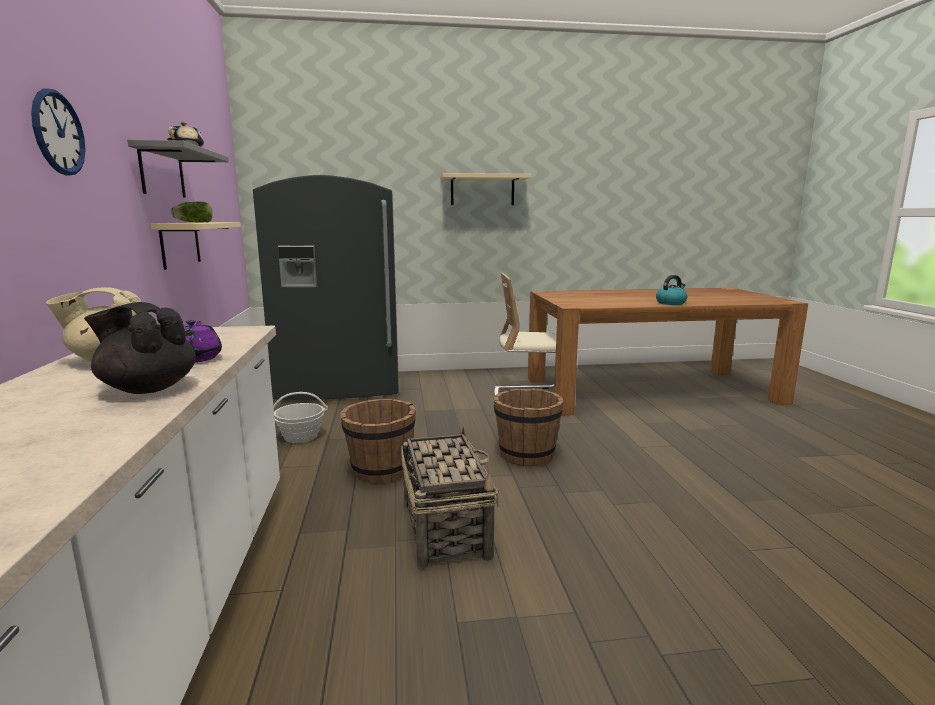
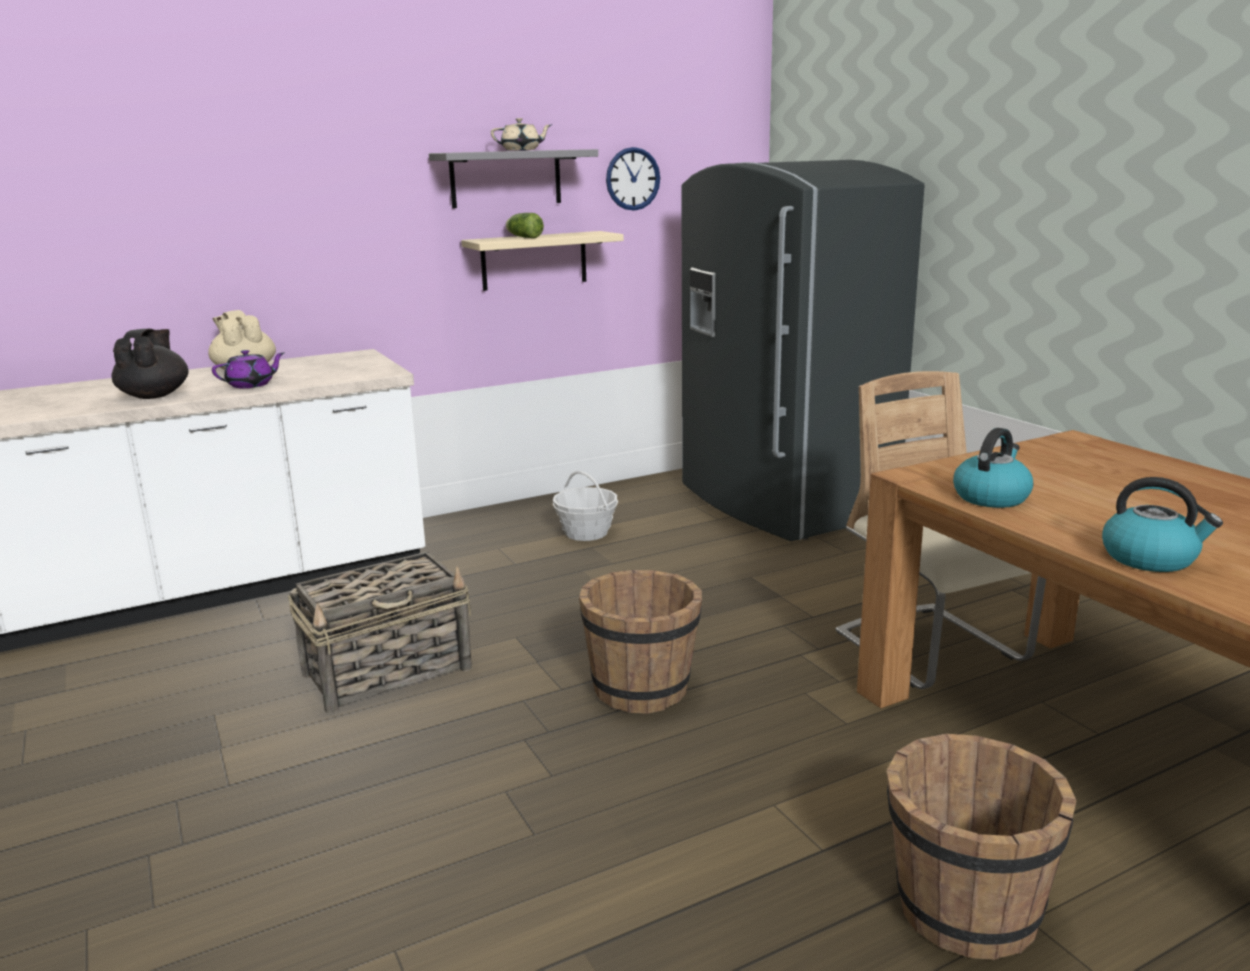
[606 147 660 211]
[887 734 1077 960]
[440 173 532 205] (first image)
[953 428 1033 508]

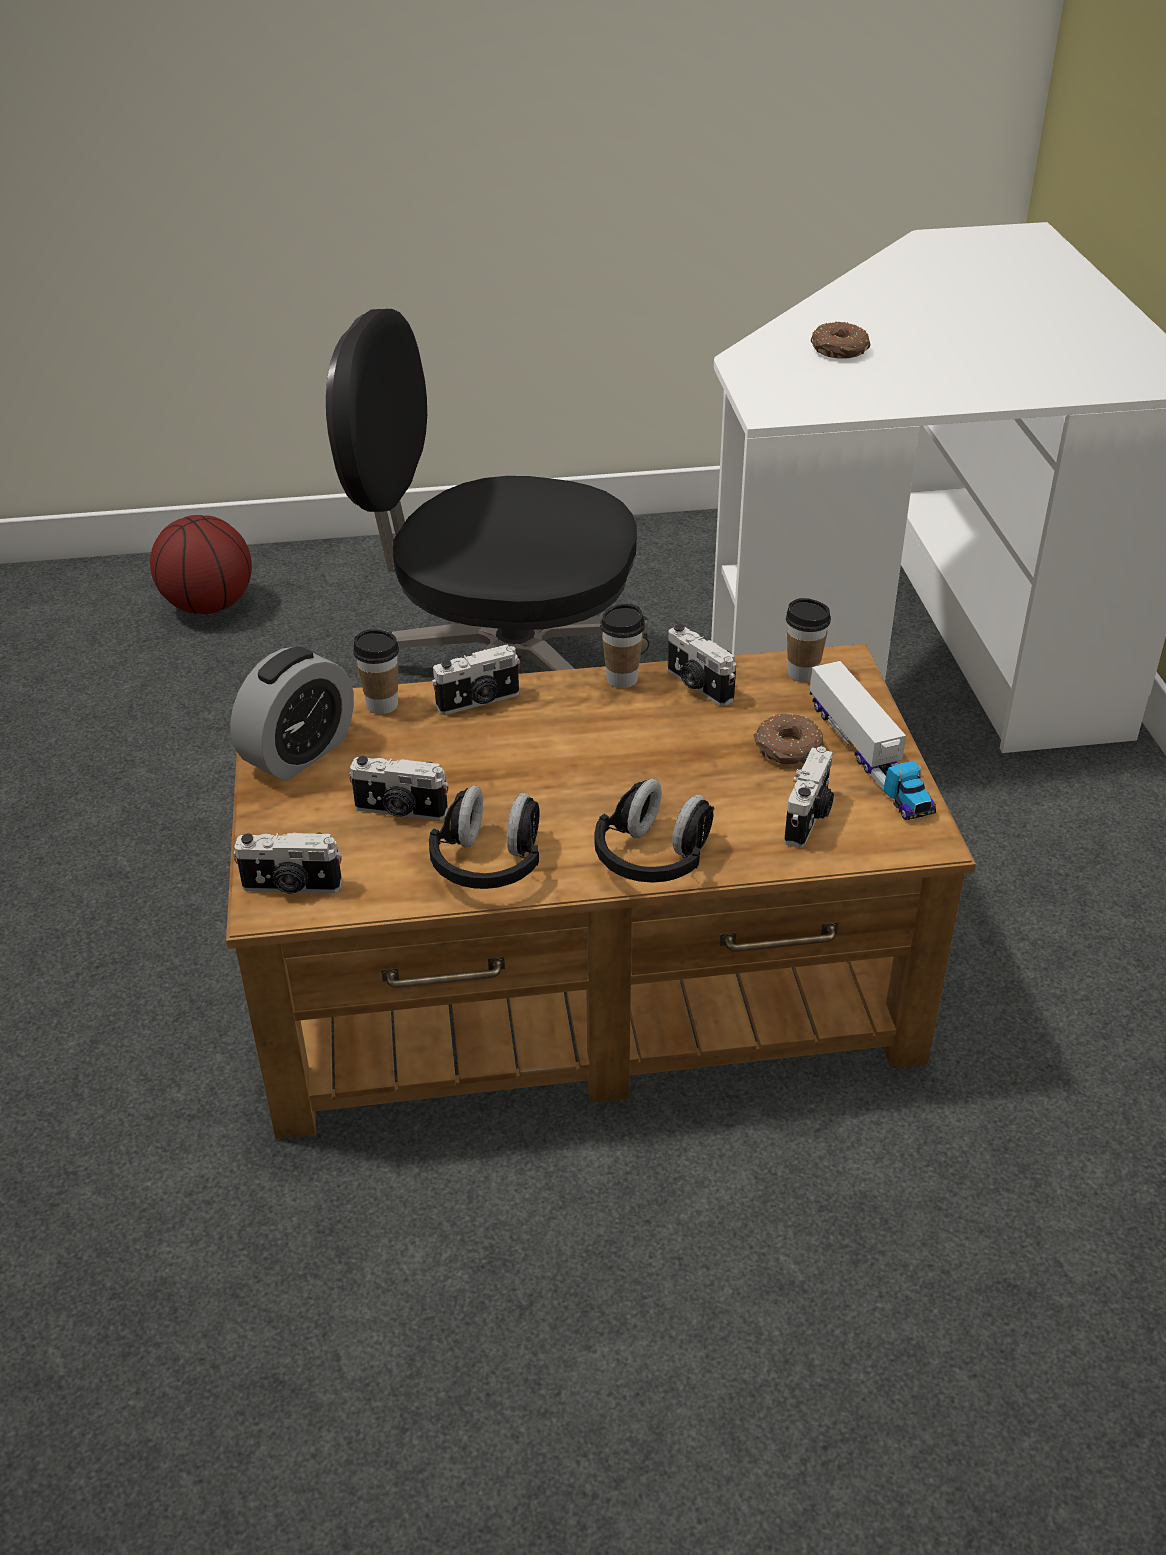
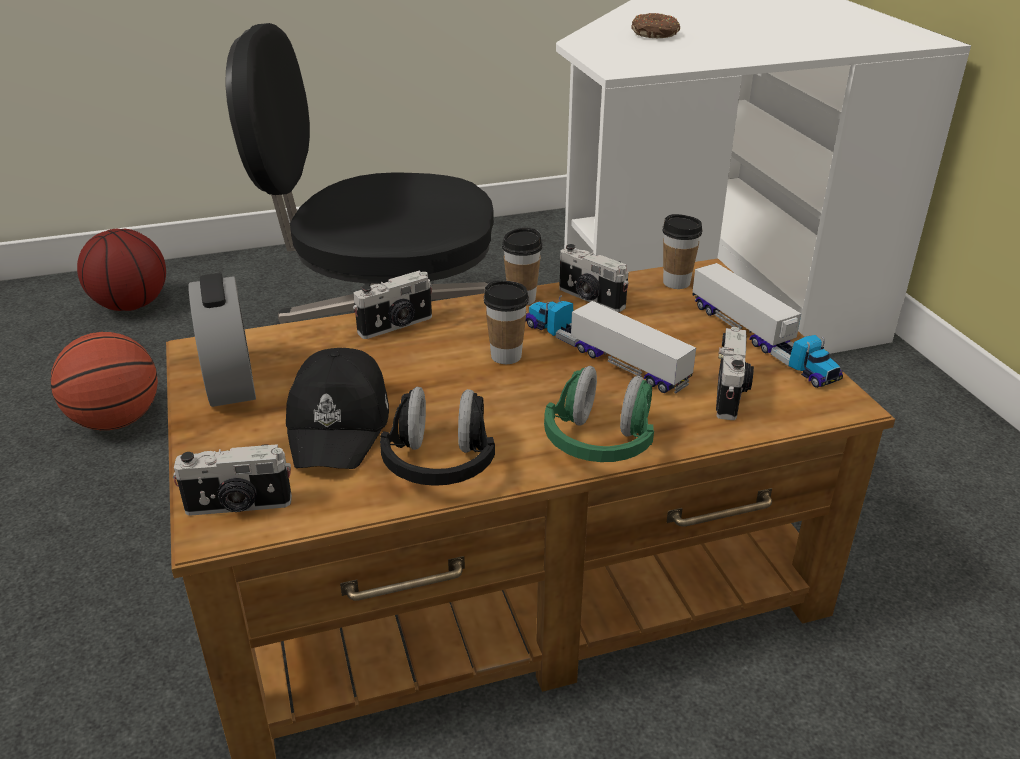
[189 273 256 407]
[286 348 389 469]
[484 281 529 364]
[544 366 654 462]
[753 713 824 765] (first image)
[51 332 158 430]
[525 295 696 394]

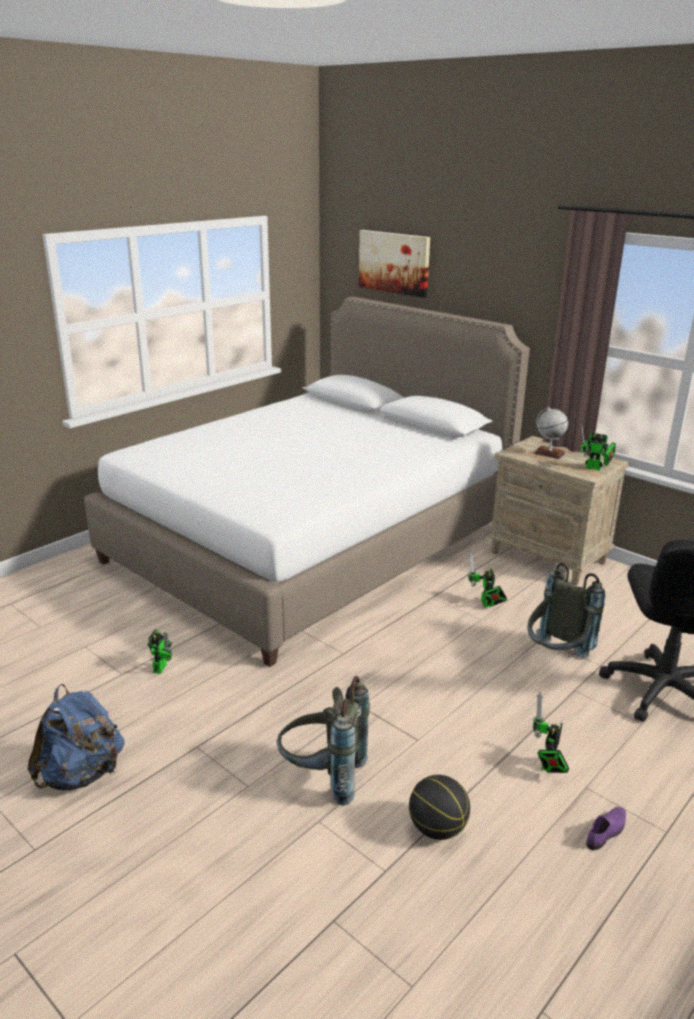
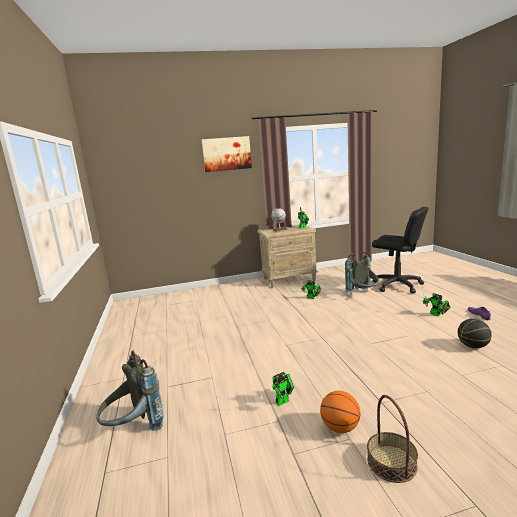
[367 395 418 483]
[84 297 530 667] (first image)
[272 372 294 406]
[96 351 164 431]
[201 136 252 172]
[320 391 360 433]

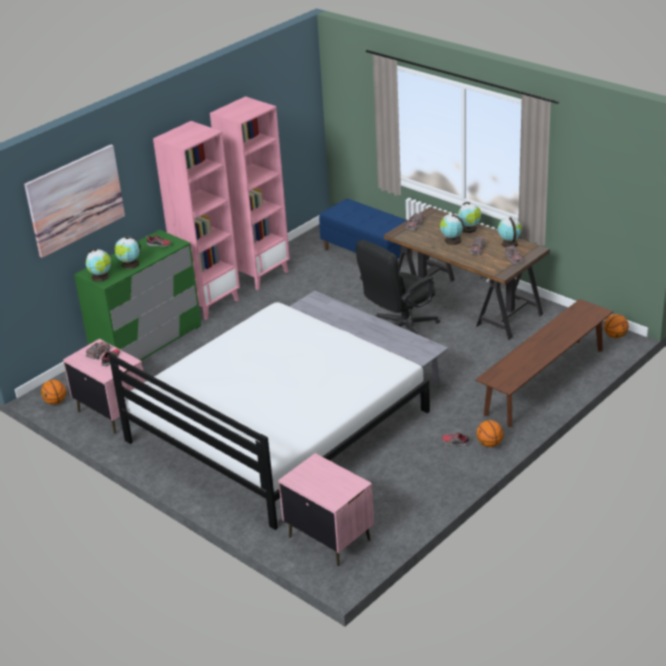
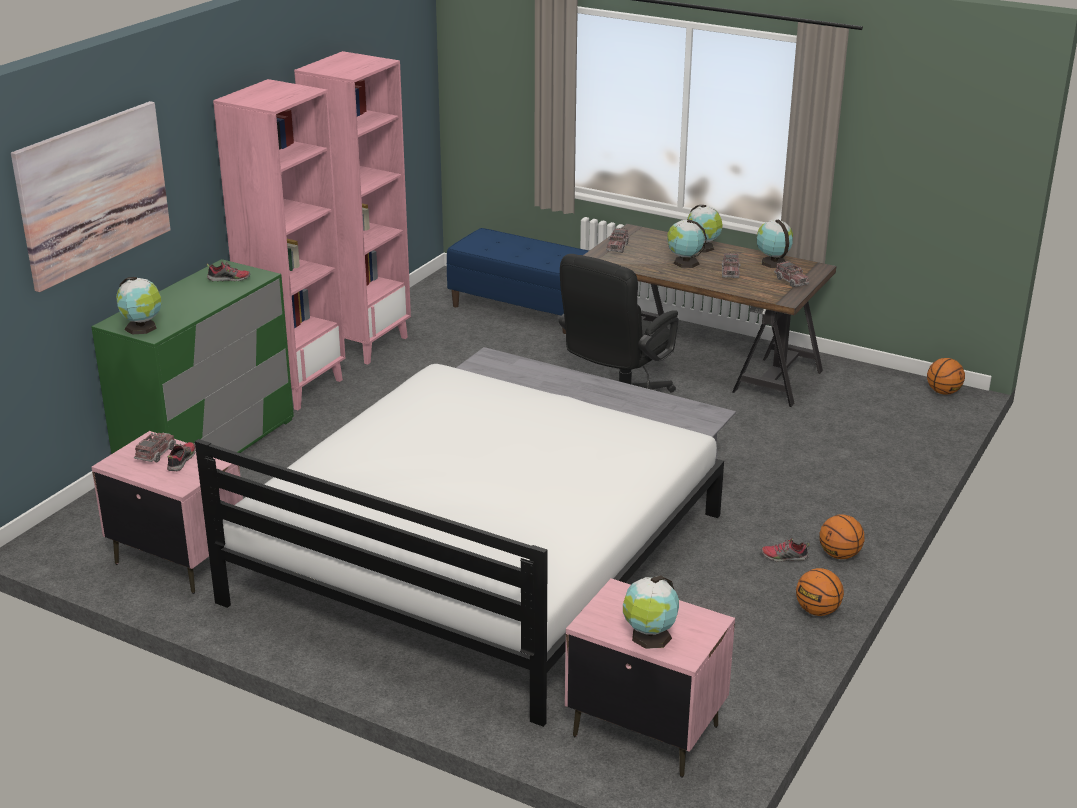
[796 568 844 616]
[623 576 679 649]
[475 299 613 427] (first image)

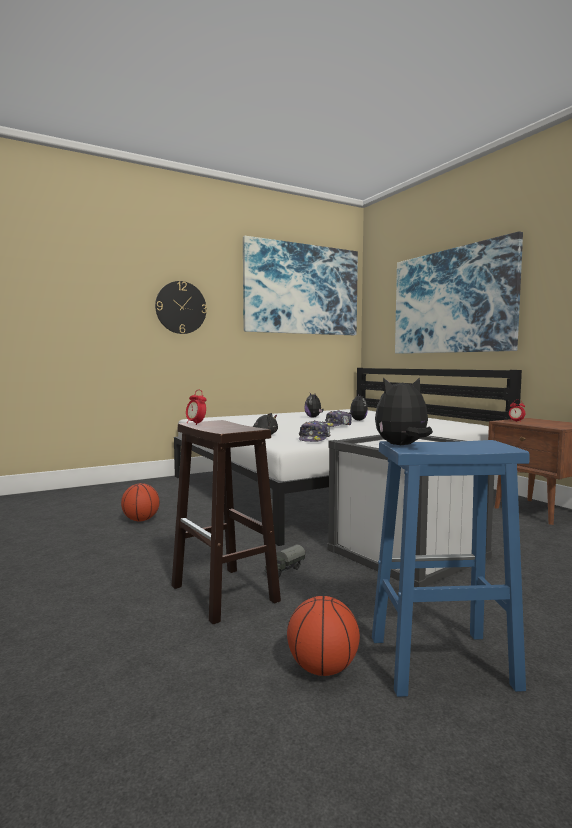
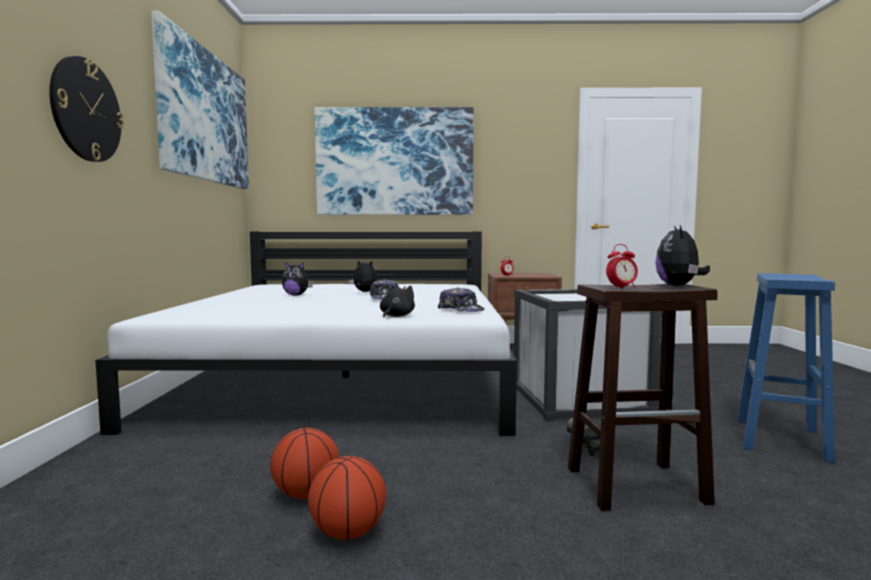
[308 456 386 540]
[655 225 710 286]

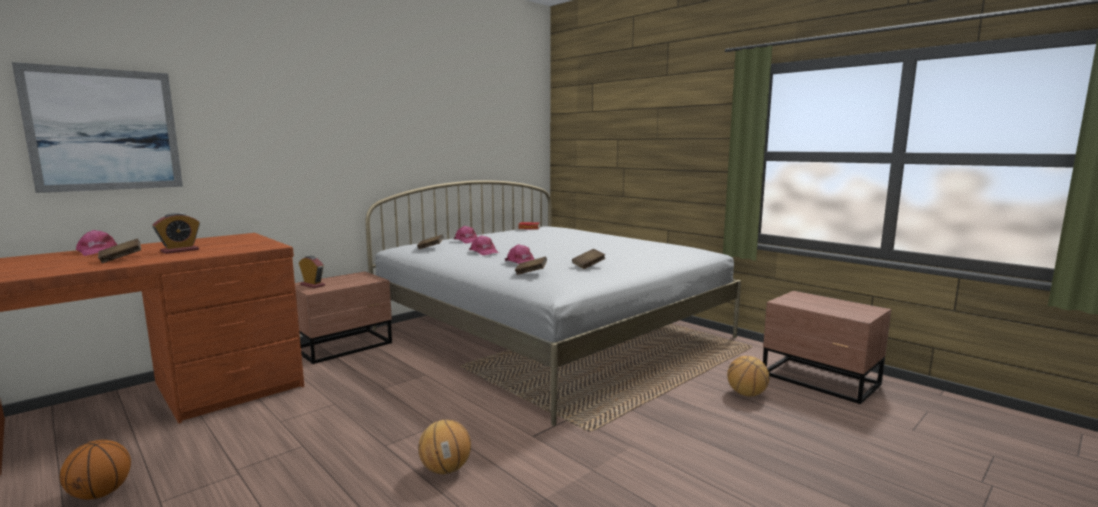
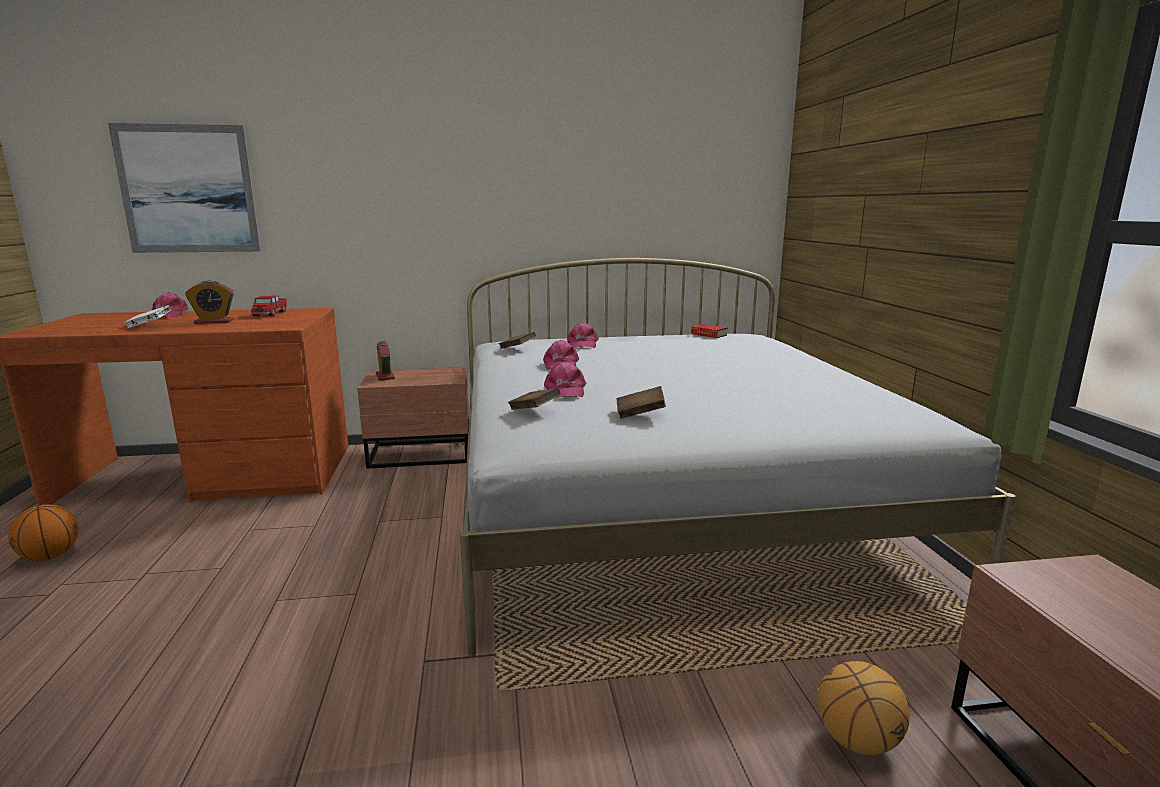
[124 305 172 328]
[418 420 471 474] (first image)
[251 296 288 316]

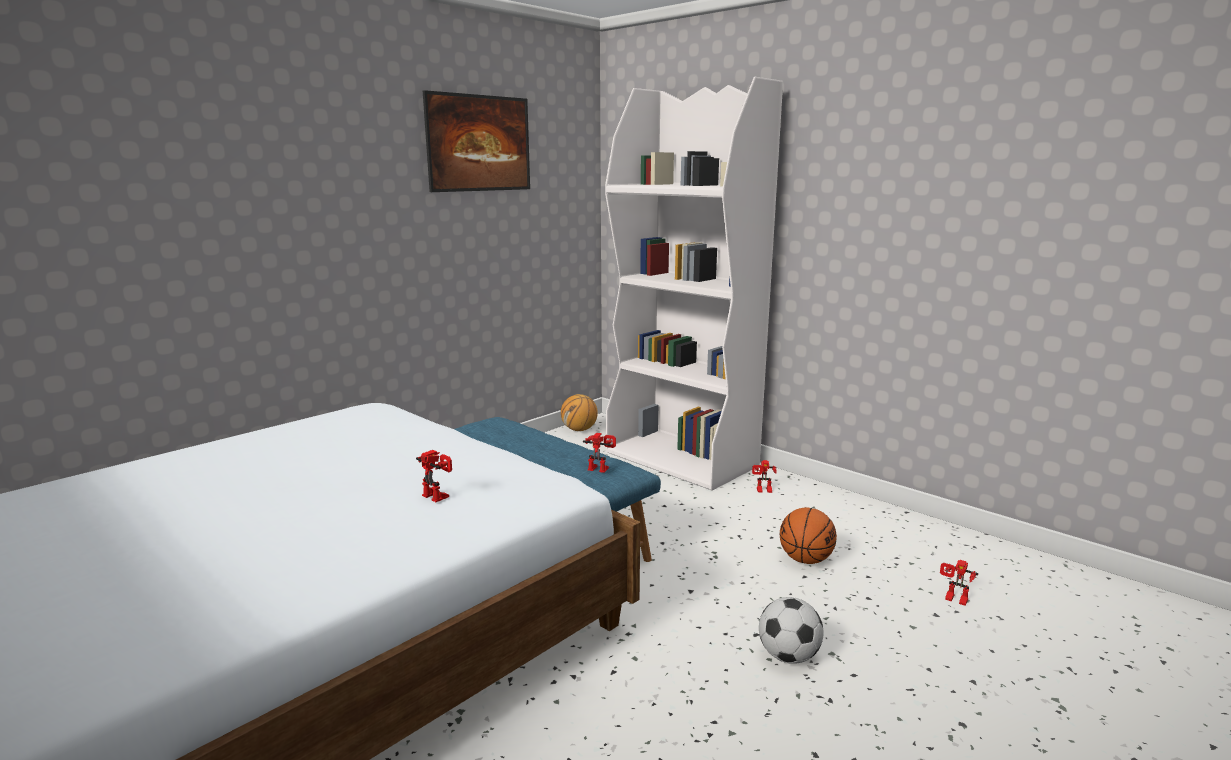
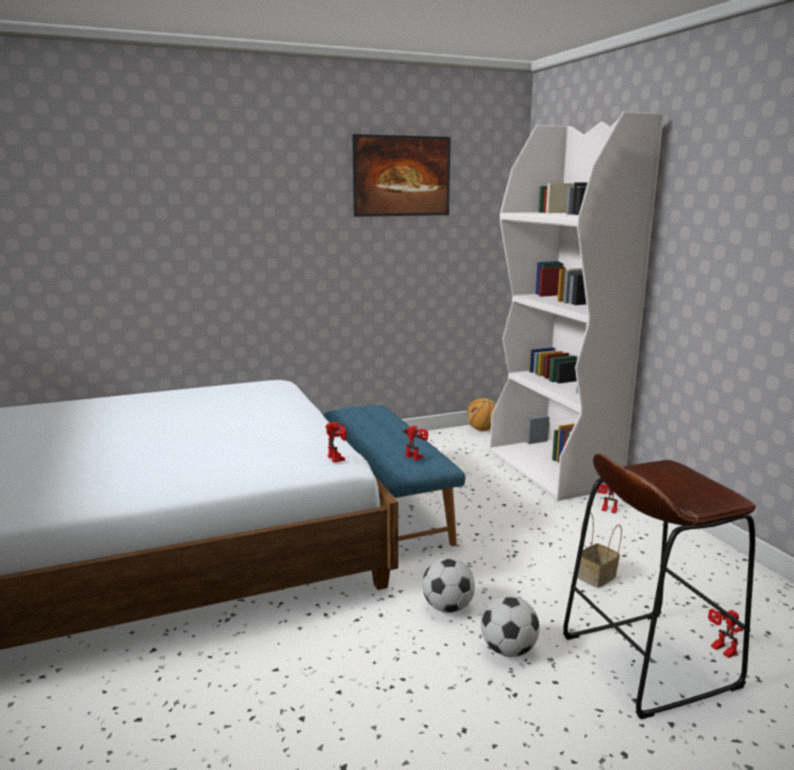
[326 422 346 463]
[577 512 622 588]
[422 558 475 613]
[563 453 756 719]

